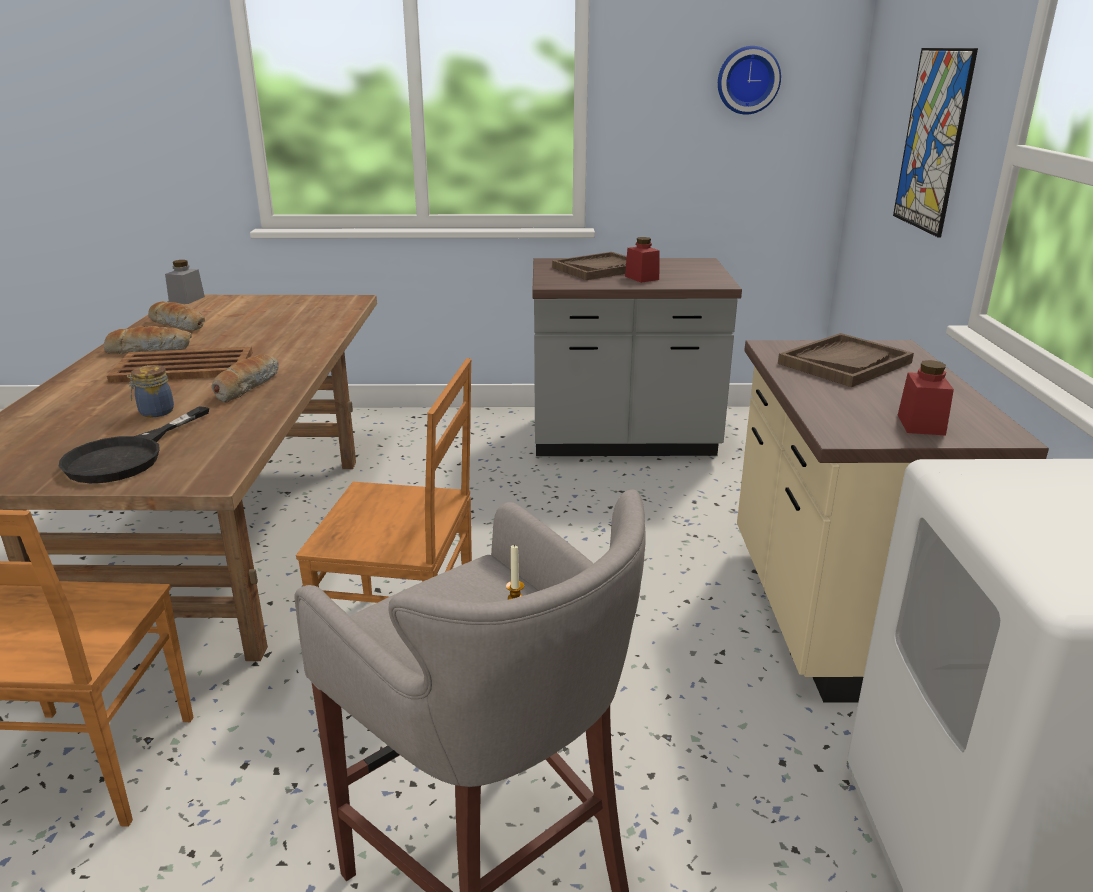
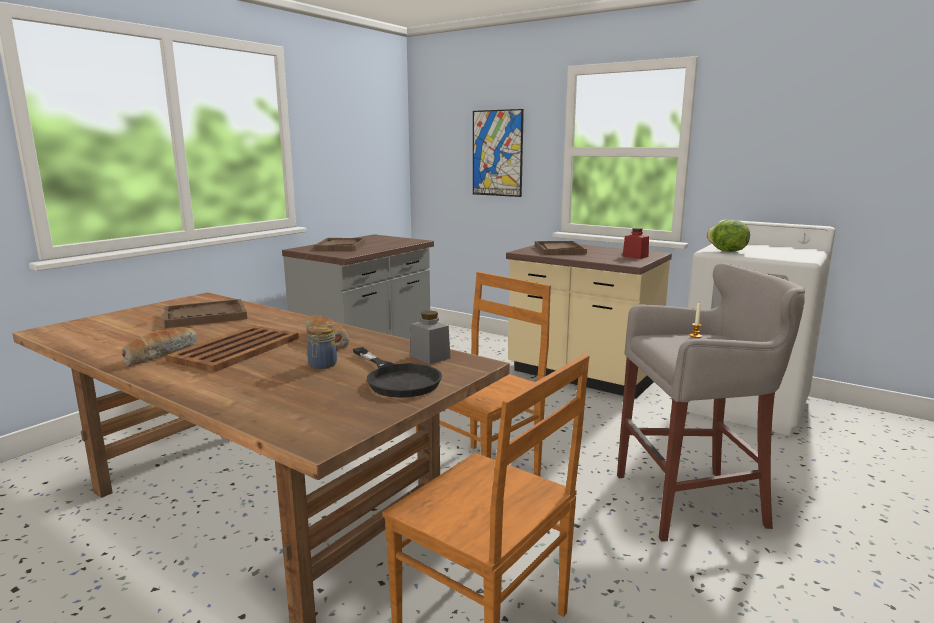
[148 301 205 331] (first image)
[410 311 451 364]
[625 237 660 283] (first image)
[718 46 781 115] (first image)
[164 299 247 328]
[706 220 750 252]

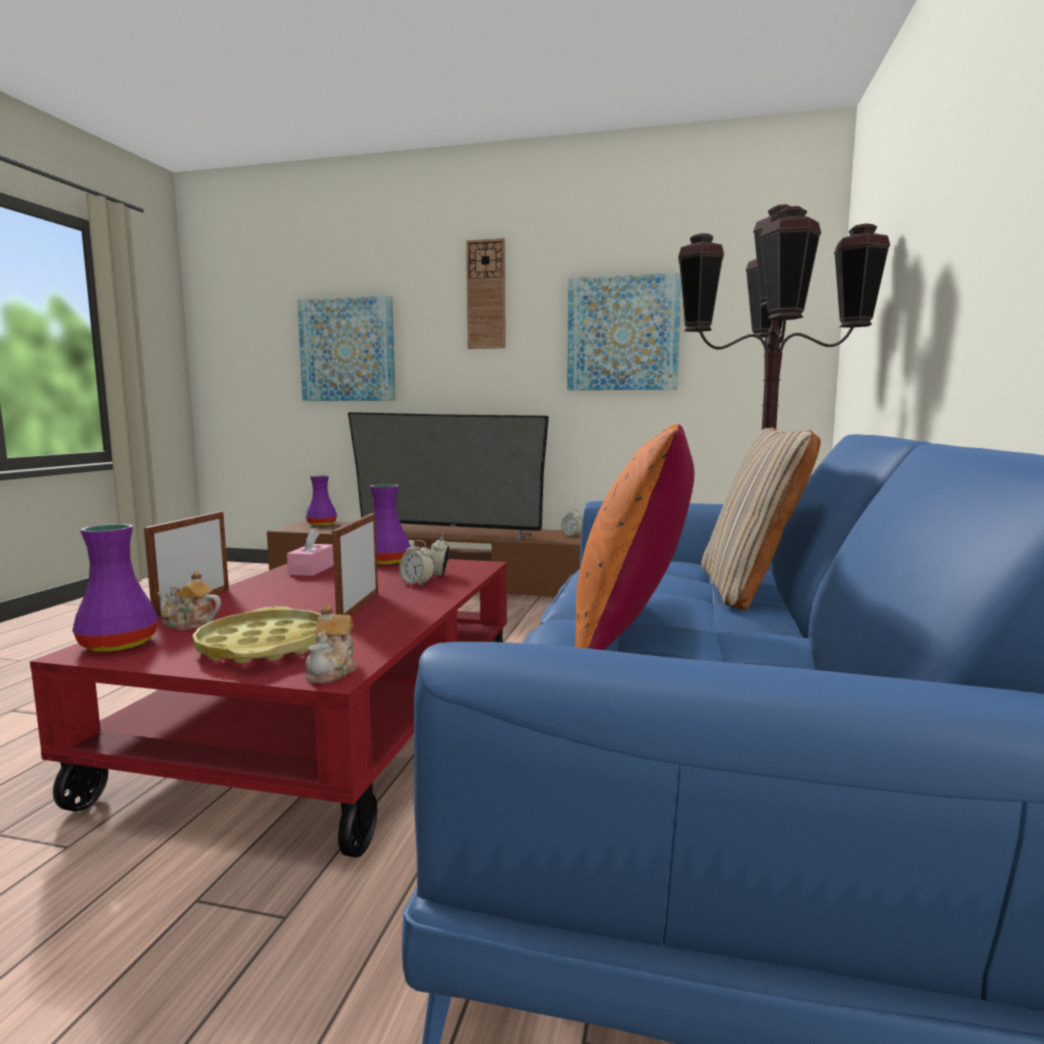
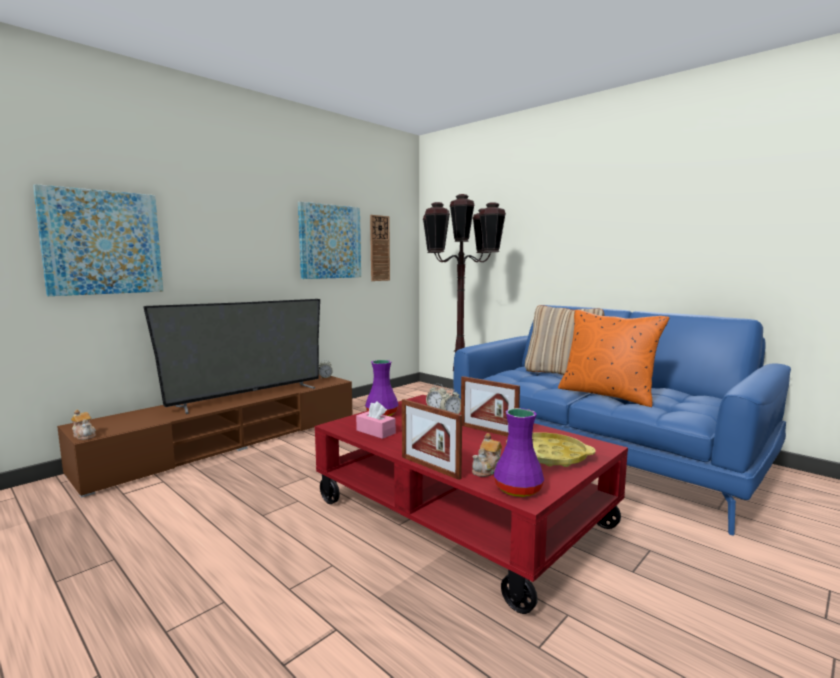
[71 410 96 440]
[306 475 337 526] (first image)
[370 215 390 281]

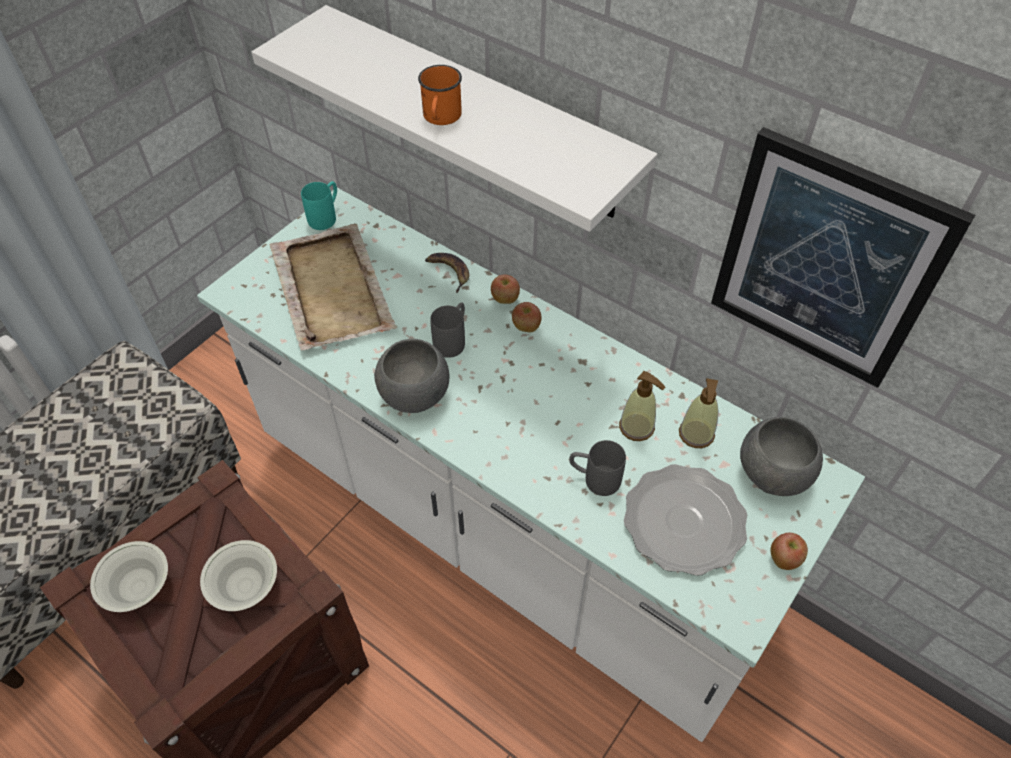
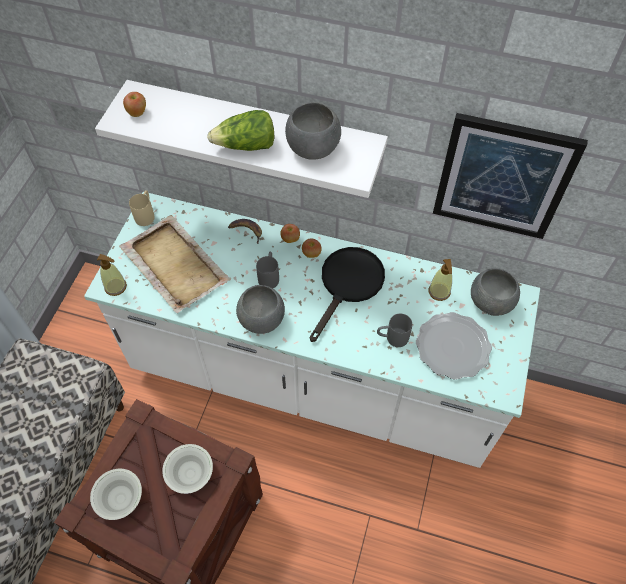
[129 190 155 226]
[207 110 274 151]
[97 254 127 296]
[123 92 146 117]
[285 102 341 160]
[310 247 385 342]

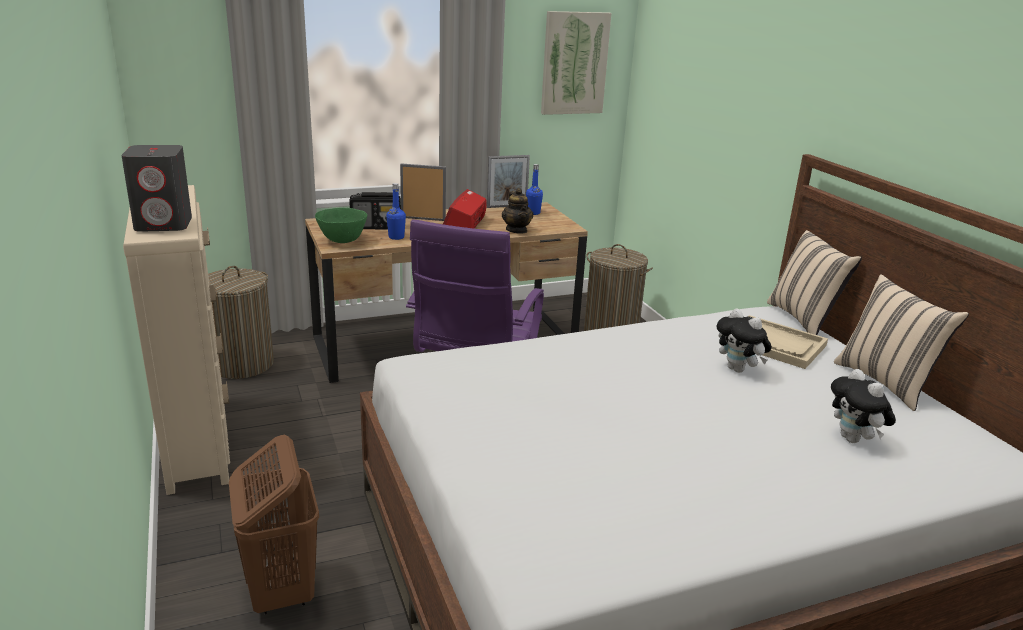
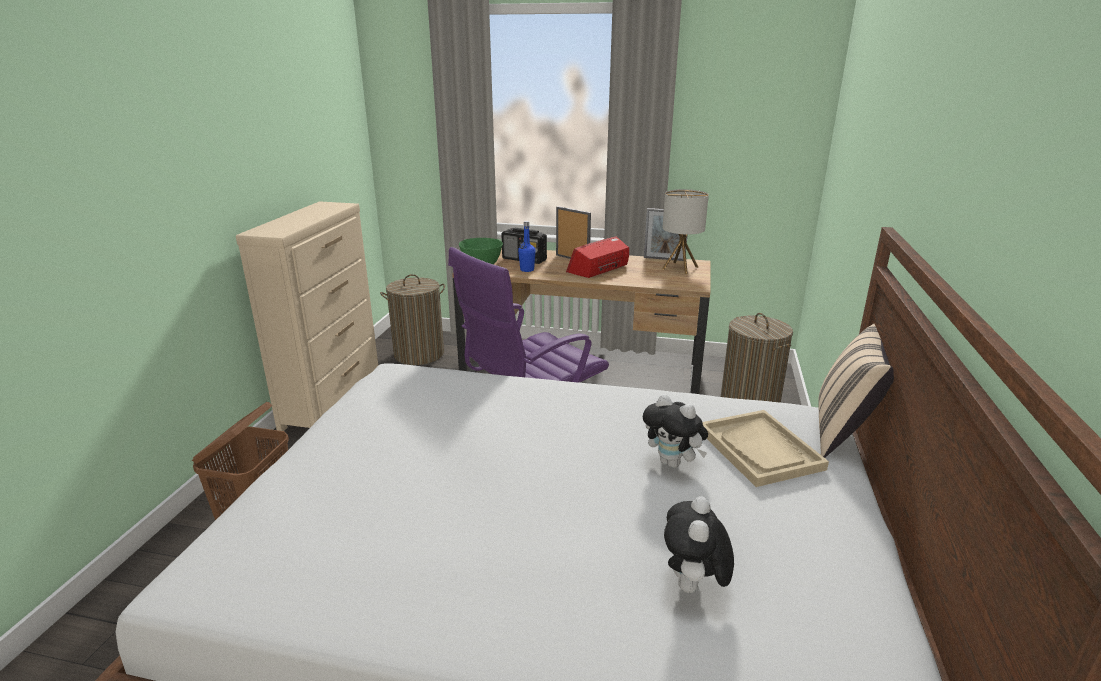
[121 145 192 232] (first image)
[502 188 533 234] (first image)
[662 189 709 274]
[541 11 611 115] (first image)
[643 394 708 468]
[834 274 969 411] (first image)

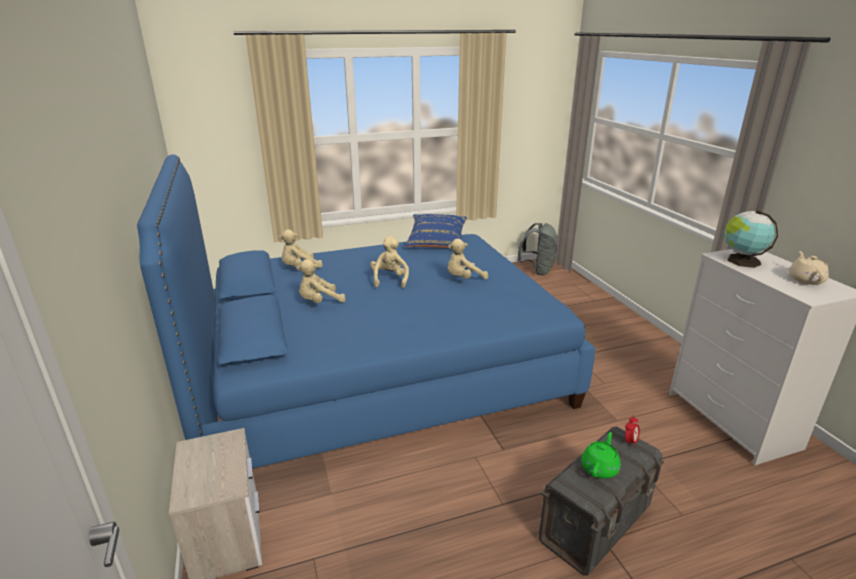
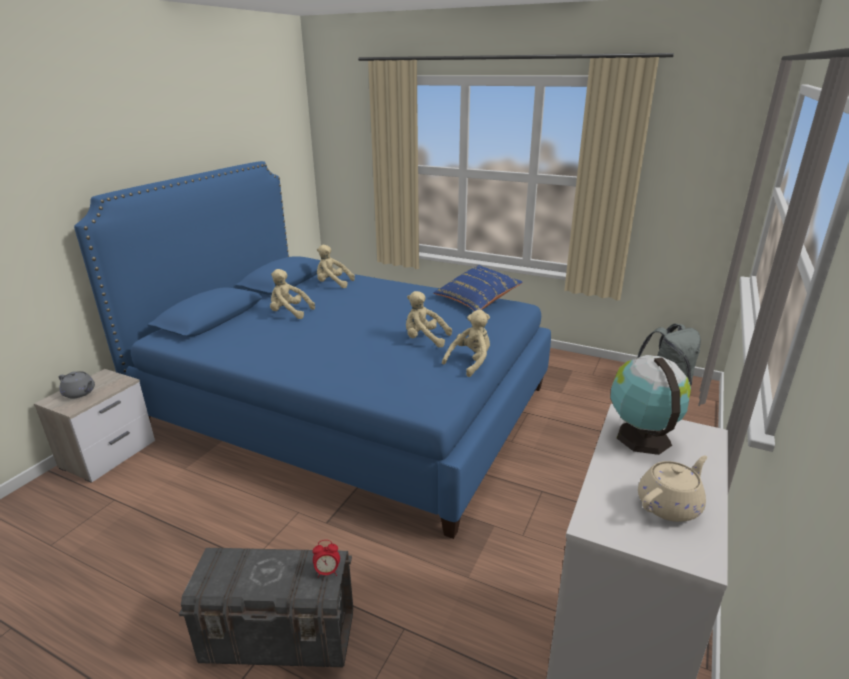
[442 309 490 377]
[581 432 621 478] (first image)
[59 371 95 398]

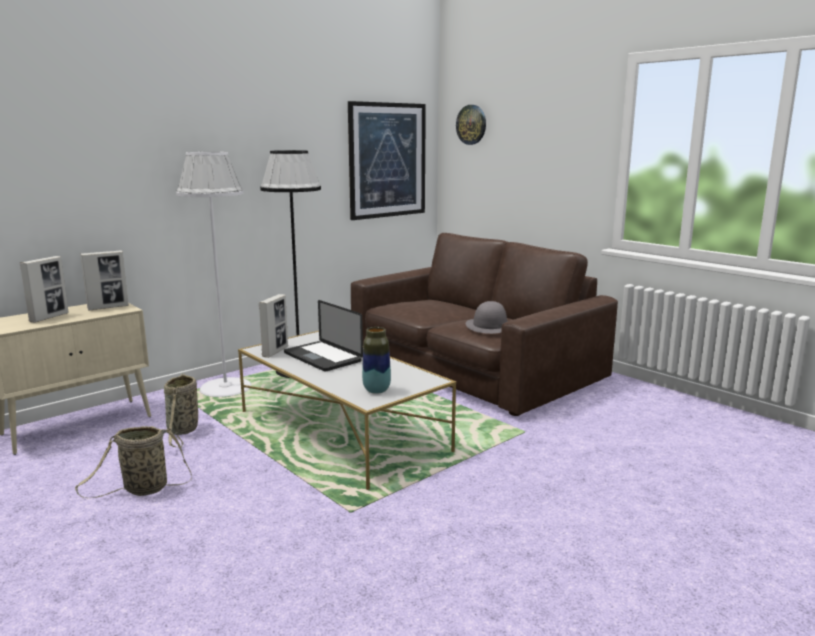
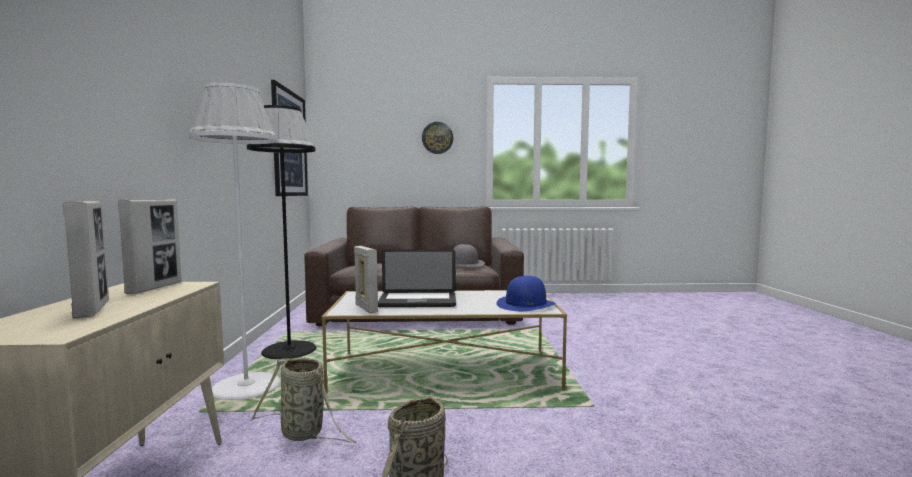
[497 276 556 311]
[422 122 453 154]

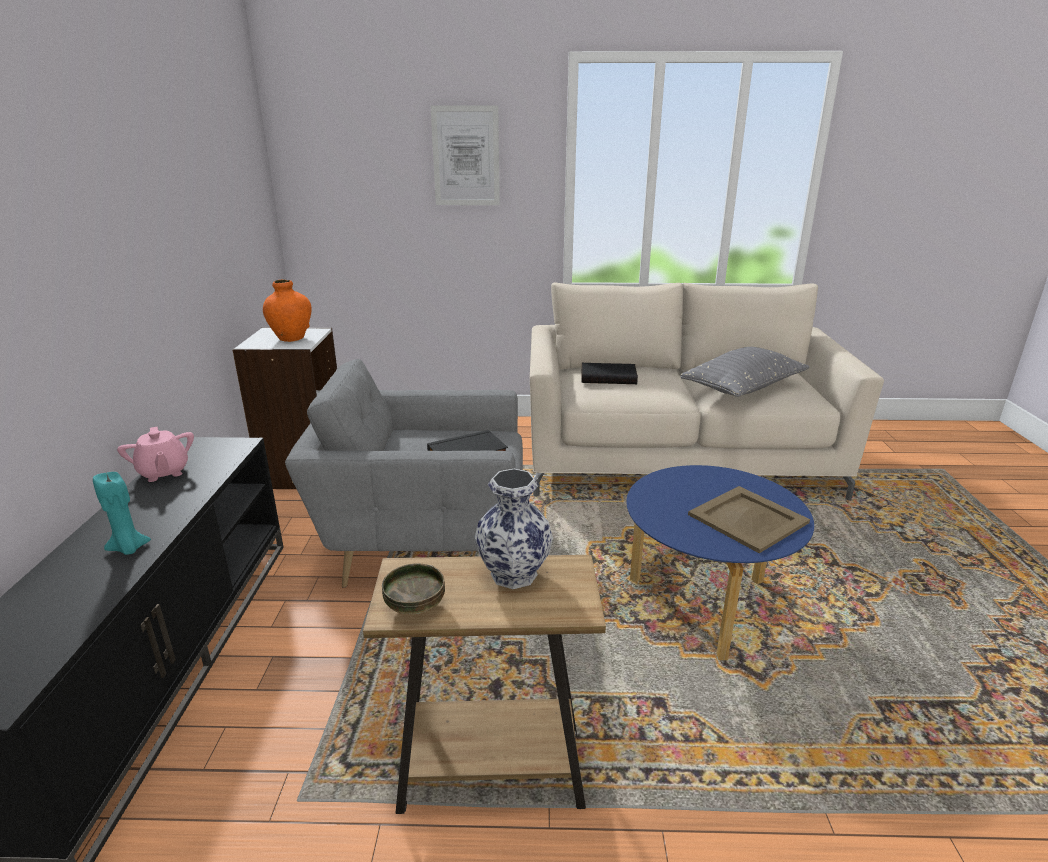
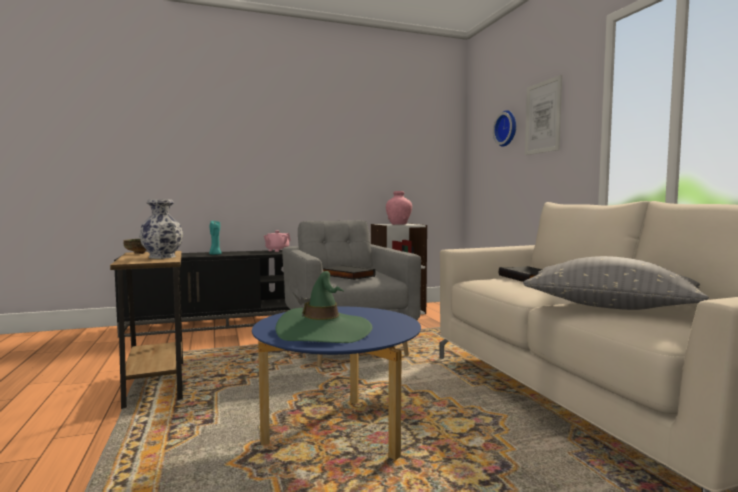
[386 191 412 225]
[276 271 372 343]
[493 110 516 147]

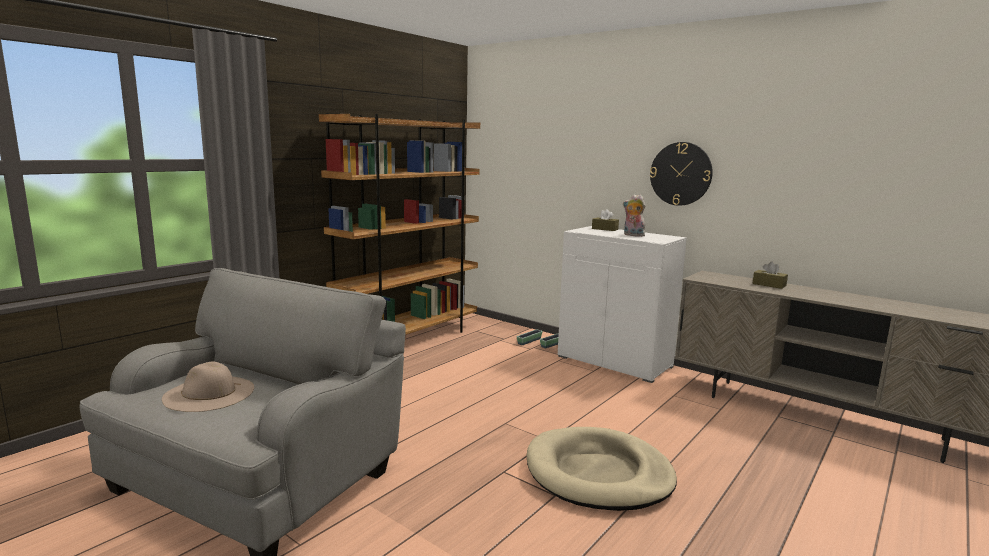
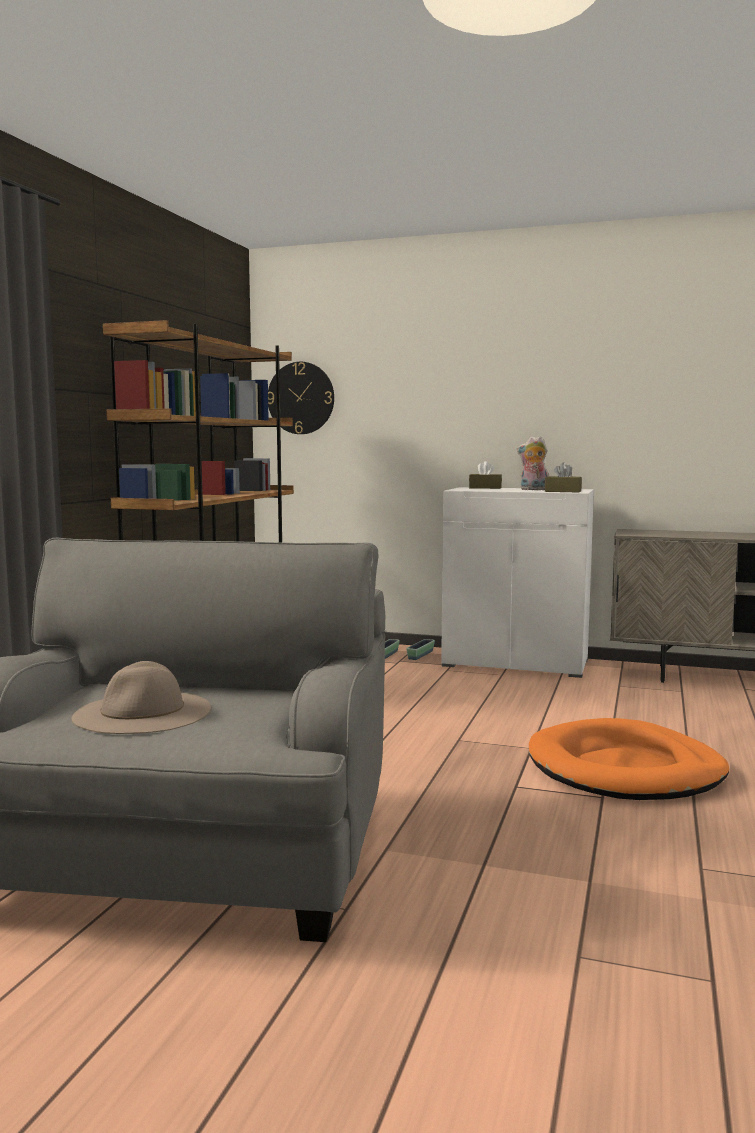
[529 718 729 800]
[268 362 334 434]
[545 462 582 492]

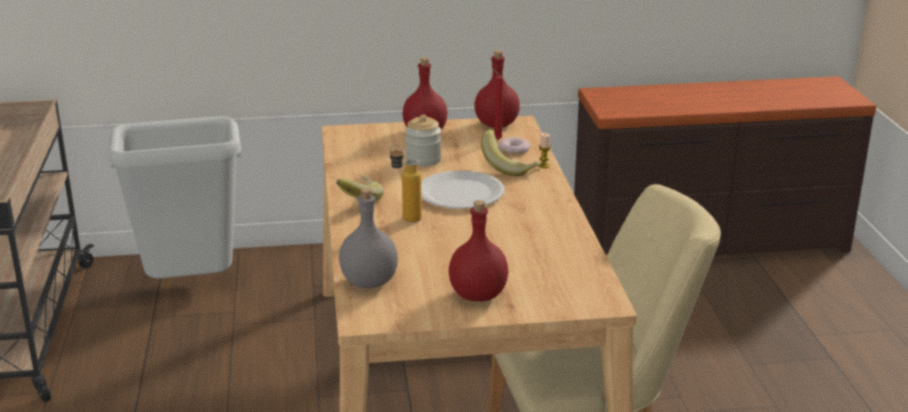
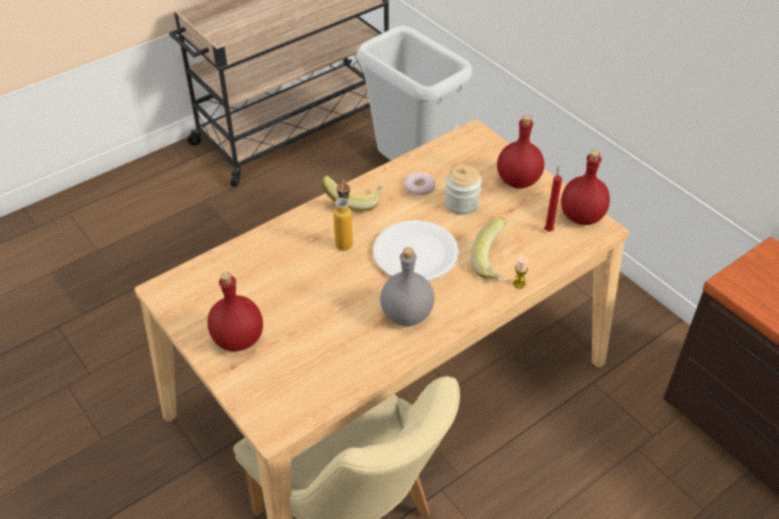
[380 247 434 326]
[404 172 436 195]

